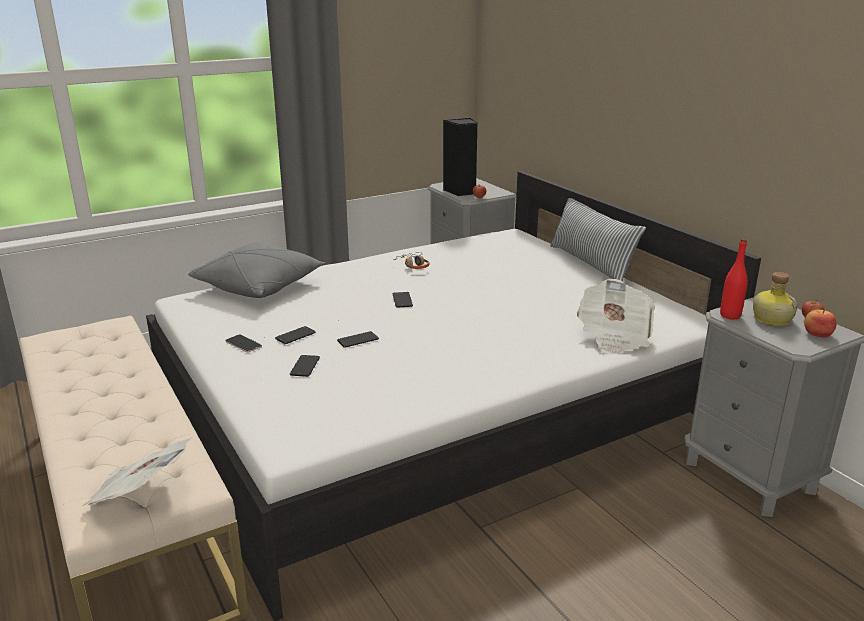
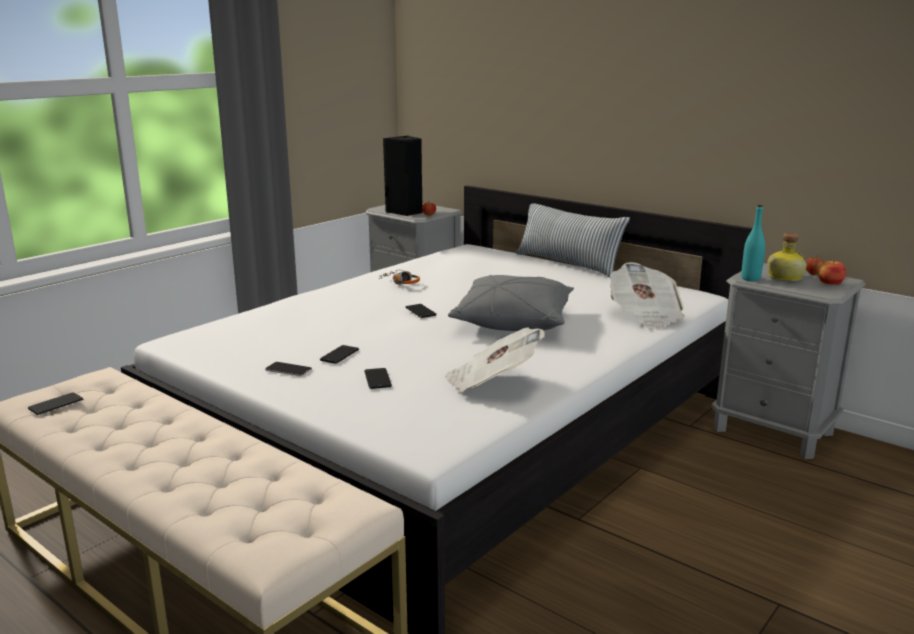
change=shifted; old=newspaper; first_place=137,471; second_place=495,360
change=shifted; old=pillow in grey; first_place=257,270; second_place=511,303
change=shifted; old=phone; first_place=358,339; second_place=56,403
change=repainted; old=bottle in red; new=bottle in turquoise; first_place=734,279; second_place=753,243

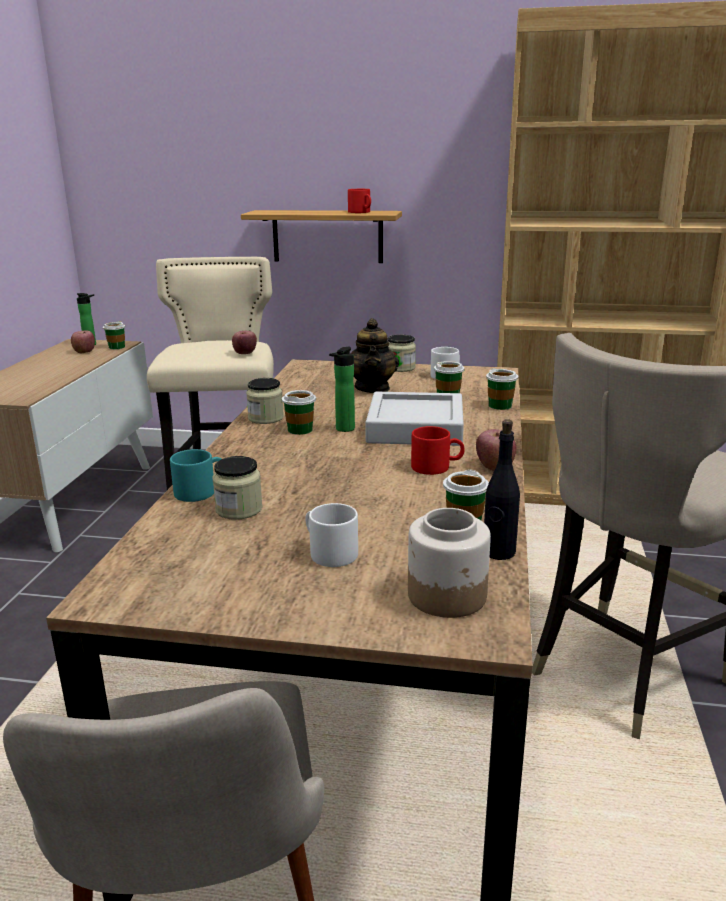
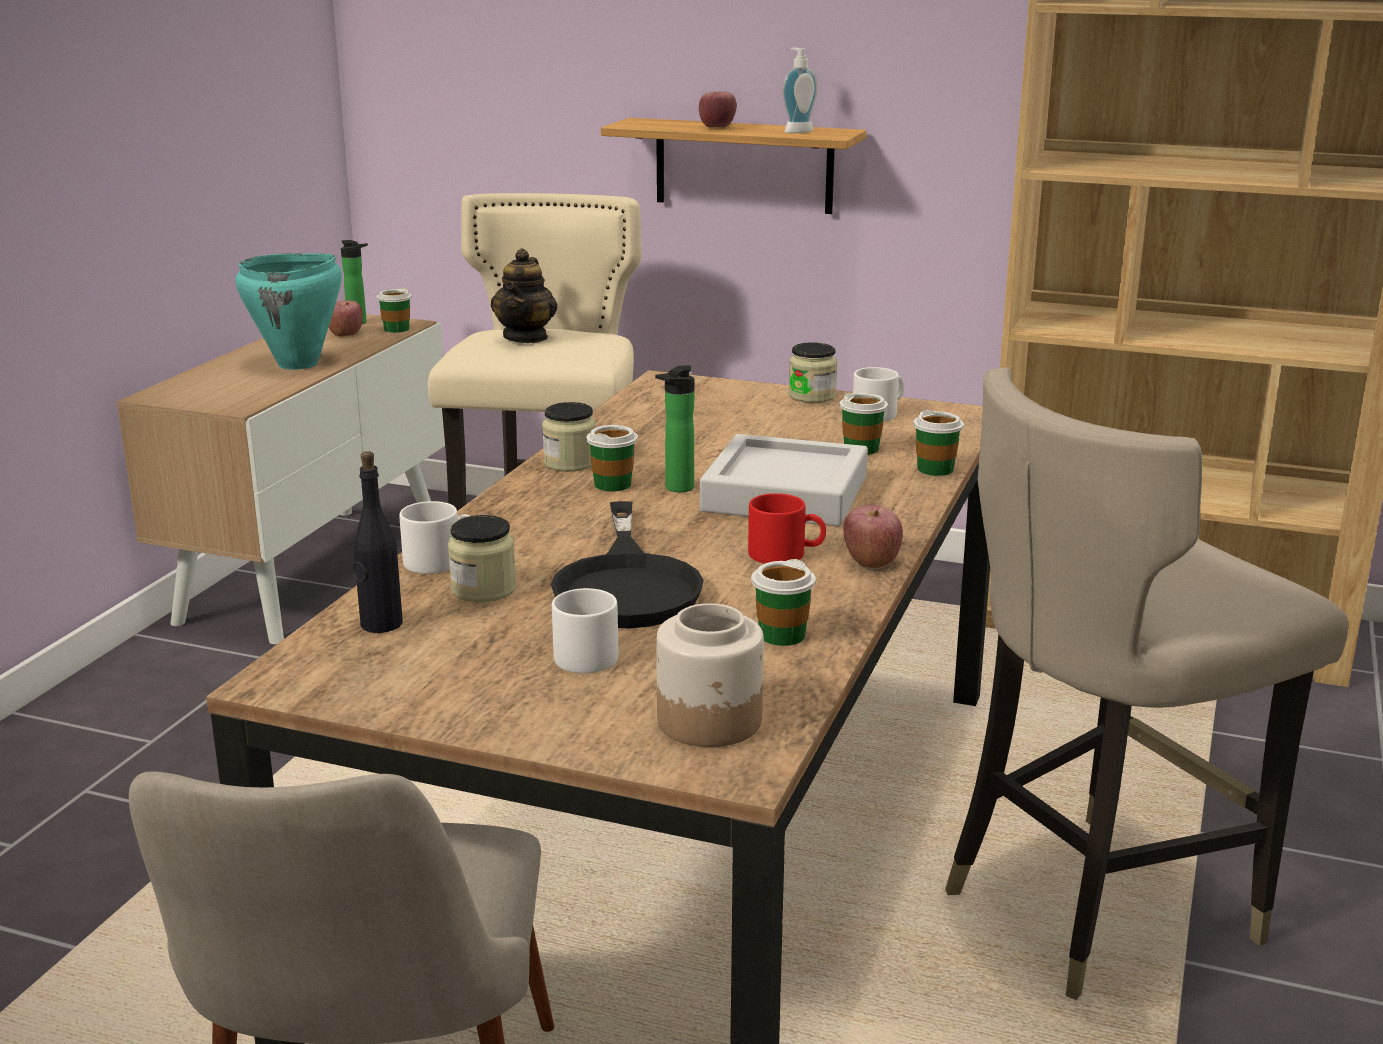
change=repainted; old=mug in turquoise; new=mug in white; first_place=196,475; second_place=434,537
change=shifted; old=apple; first_place=244,342; second_place=718,109
change=swapped; old=mug in red; new=soap dispenser; first_place=359,201; second_place=800,90
change=shifted; old=teapot; first_place=375,355; second_place=524,295
change=shifted; old=bottle in black; first_place=502,489; second_place=378,542
change=new; new=cooking pot in turquoise; second_place=289,311
change=new; new=frying pan in black; second_place=627,565

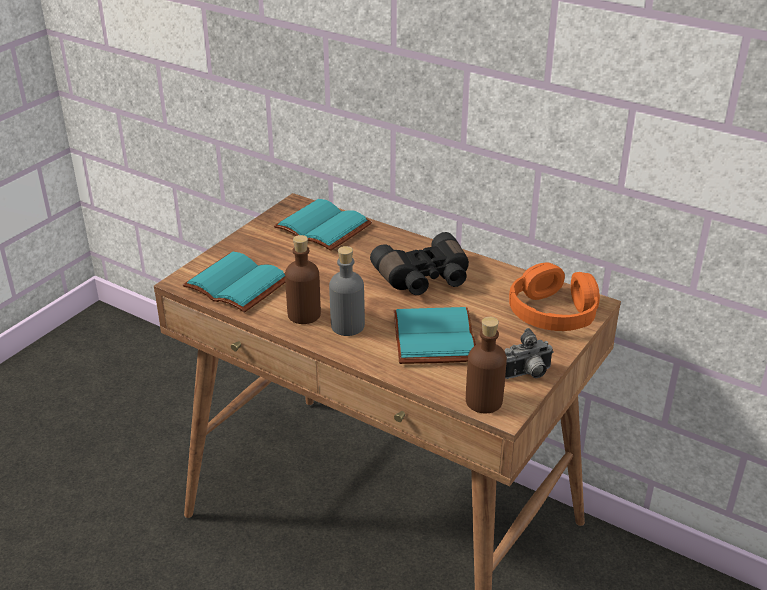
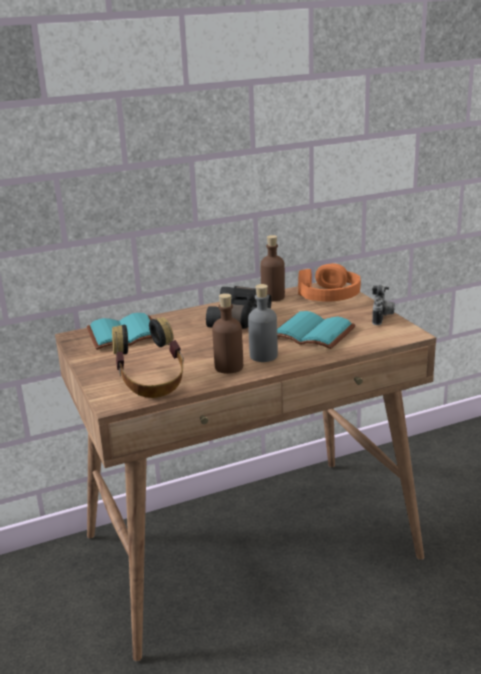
change=swapped; old=book in turquoise; new=headphones; first_place=234,282; second_place=148,357
change=shifted; old=bottle in brown; first_place=486,365; second_place=272,268

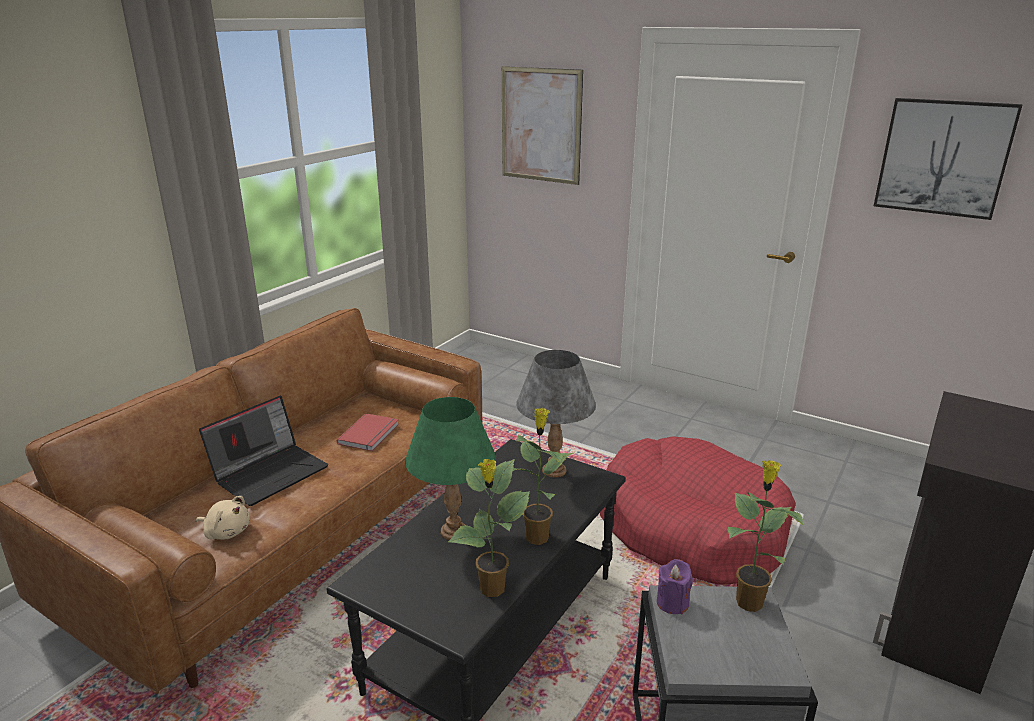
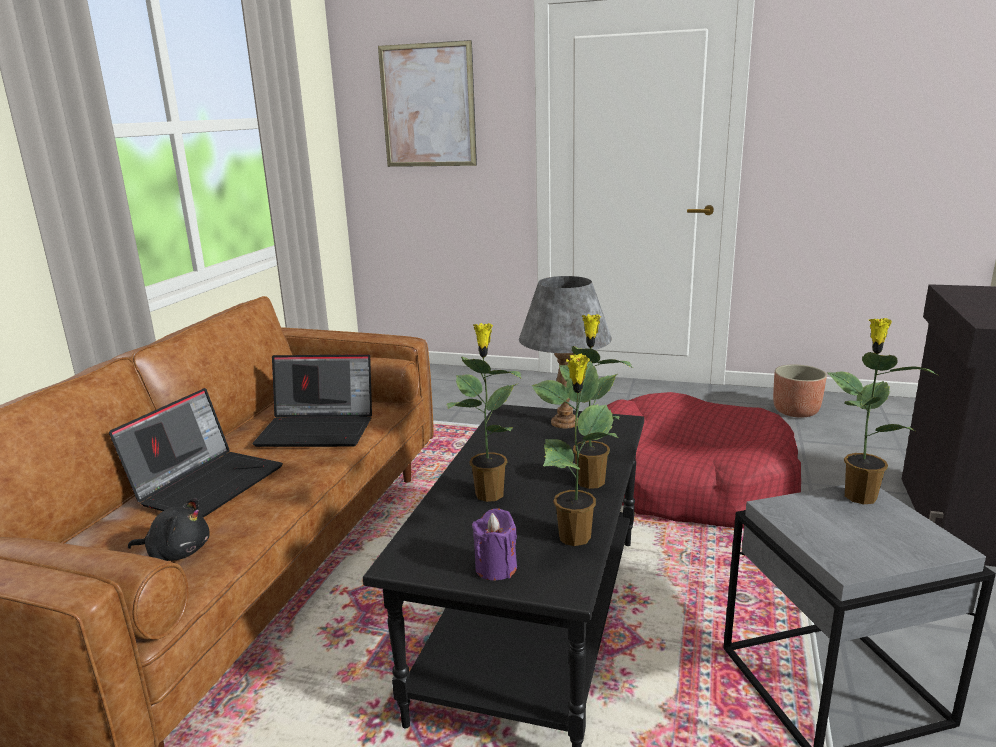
change=repainted; old=plush toy in beige; new=plush toy in black; first_place=223,518; second_place=169,529
change=swapped; old=book in red; new=laptop; first_place=368,432; second_place=312,400
change=swapped; old=table lamp in green; new=potted plant; first_place=450,468; second_place=484,412
change=shifted; old=candle in purple; first_place=675,587; second_place=494,544
change=gone; old=picture; first_place=948,159
change=new; new=planter; second_place=800,391

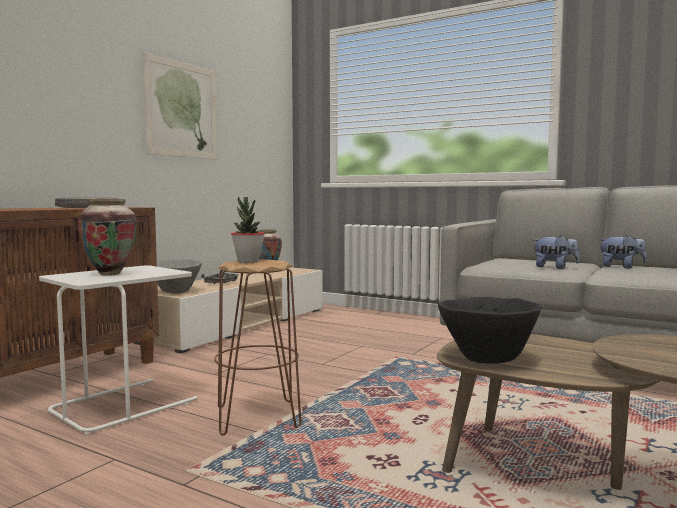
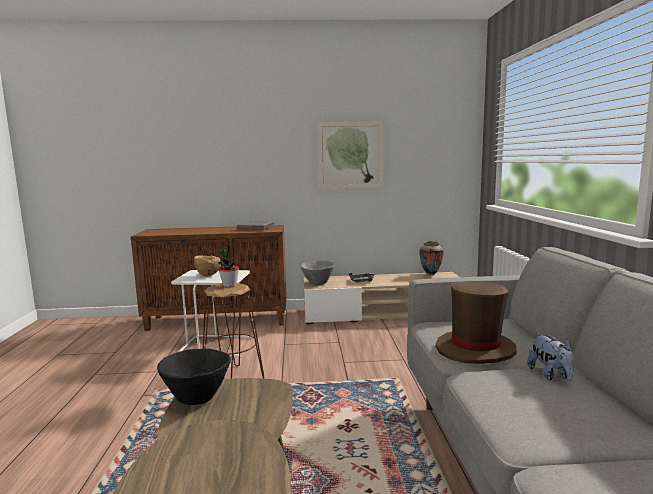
change=swapped; old=vase; new=bowl in brown; first_place=107,237; second_place=207,266
change=swapped; old=plush toy; new=hat in brown; first_place=556,252; second_place=476,322

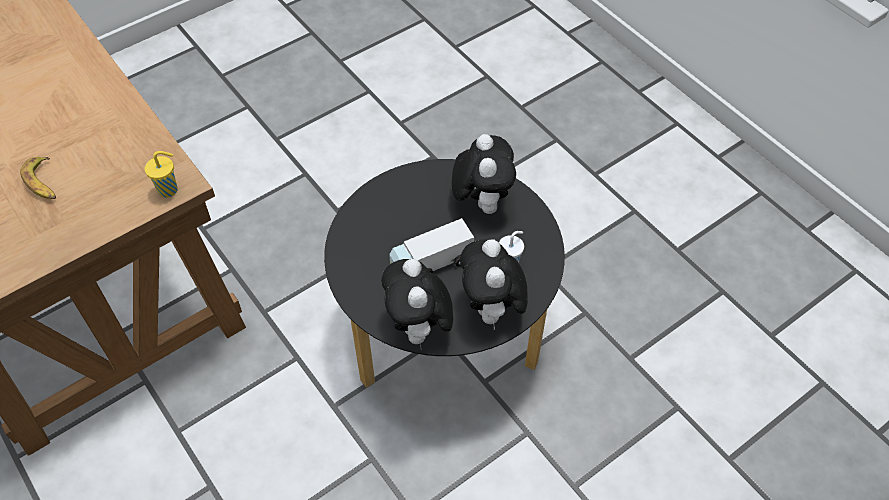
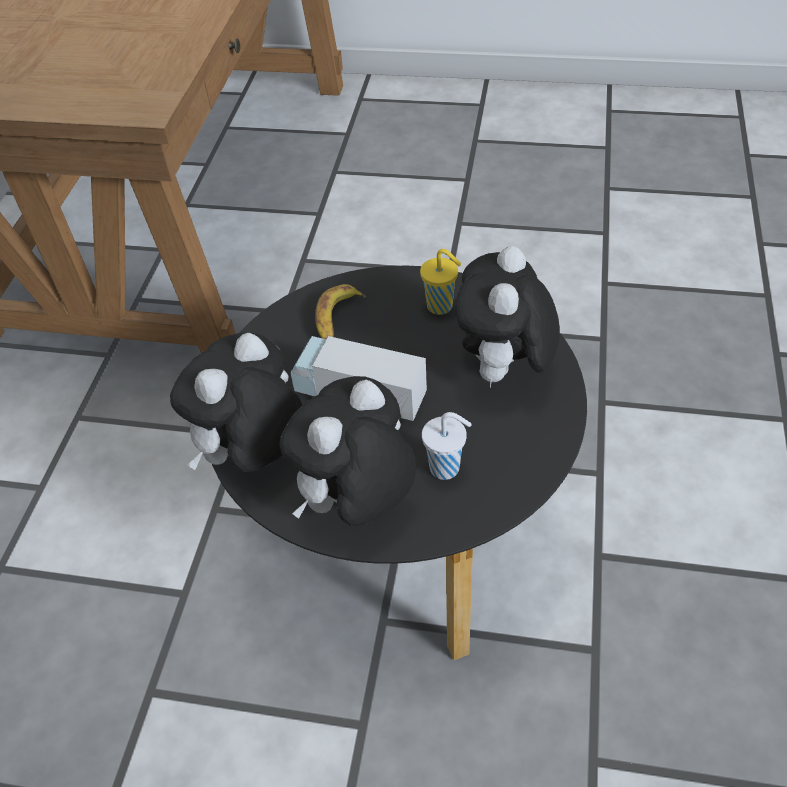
change=shifted; old=banana; first_place=38,178; second_place=340,311
change=shifted; old=cup in yellow; first_place=161,174; second_place=440,282
change=rotated; old=plush toy; first_place=484,174; second_place=507,317; degrees=150

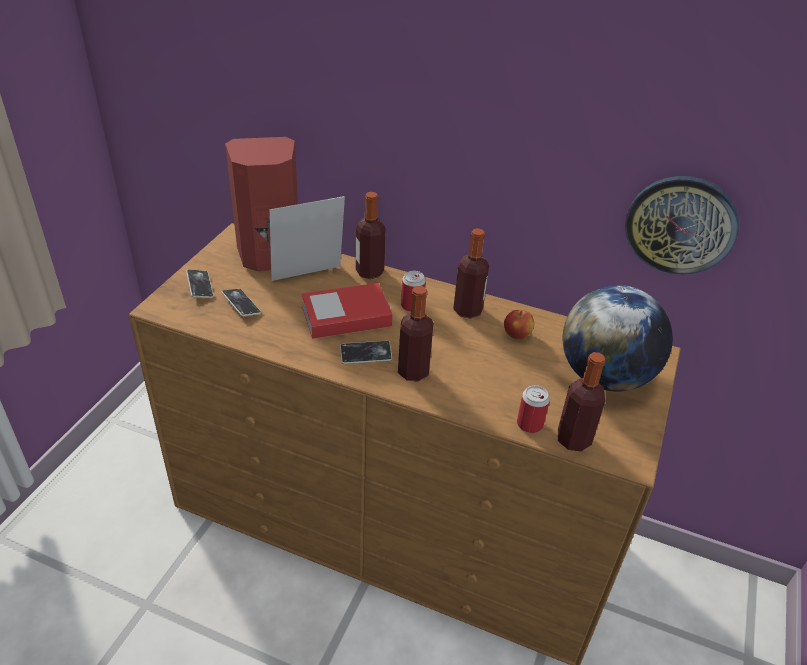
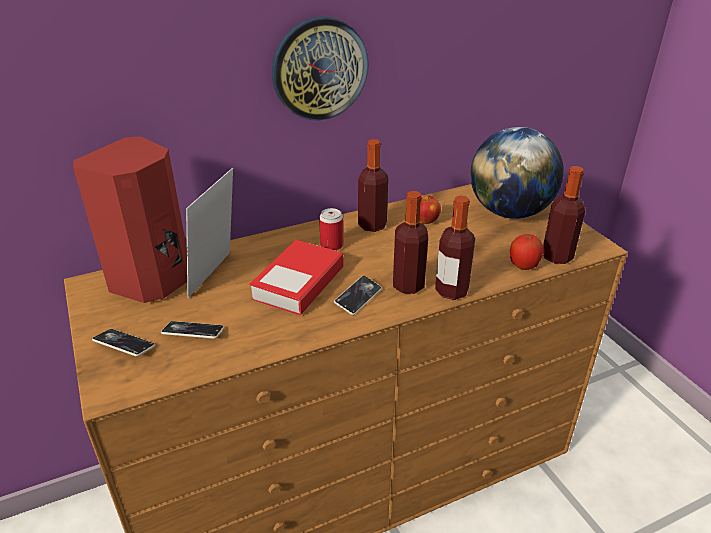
change=shifted; old=bottle; first_place=371,235; second_place=455,247
change=swapped; old=can; new=apple; first_place=533,409; second_place=526,252
change=shifted; old=wall clock; first_place=682,225; second_place=320,68

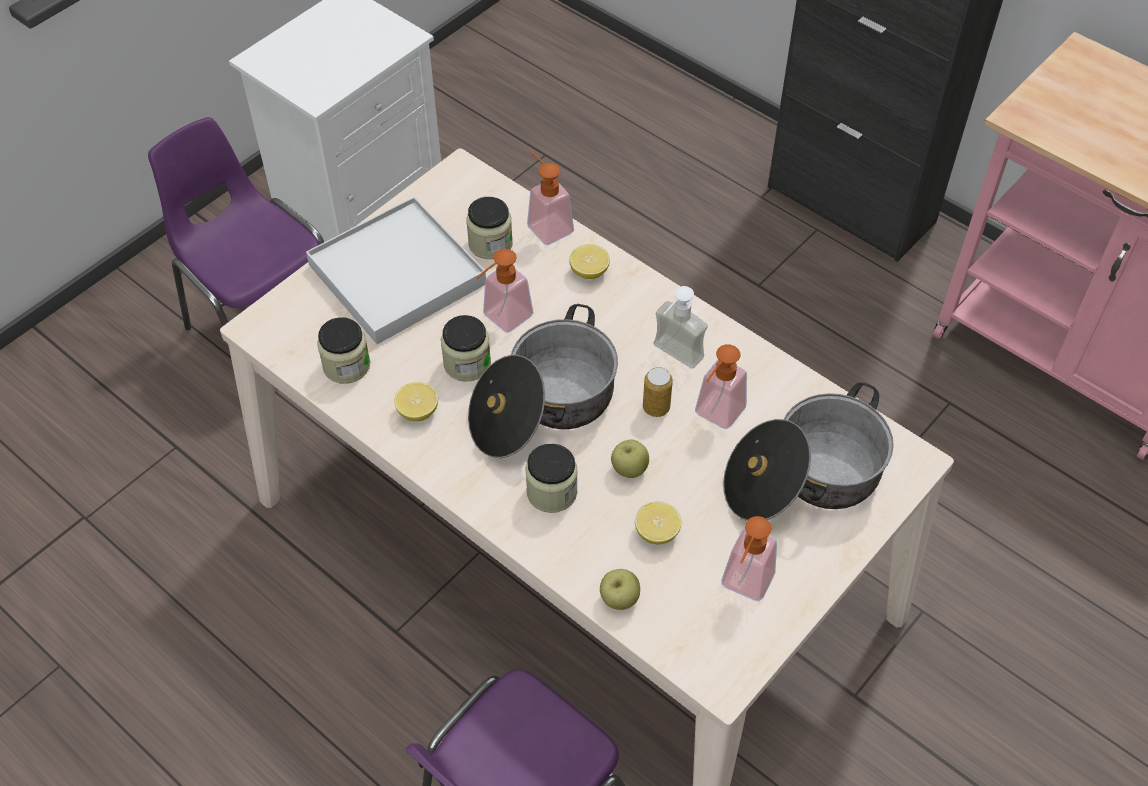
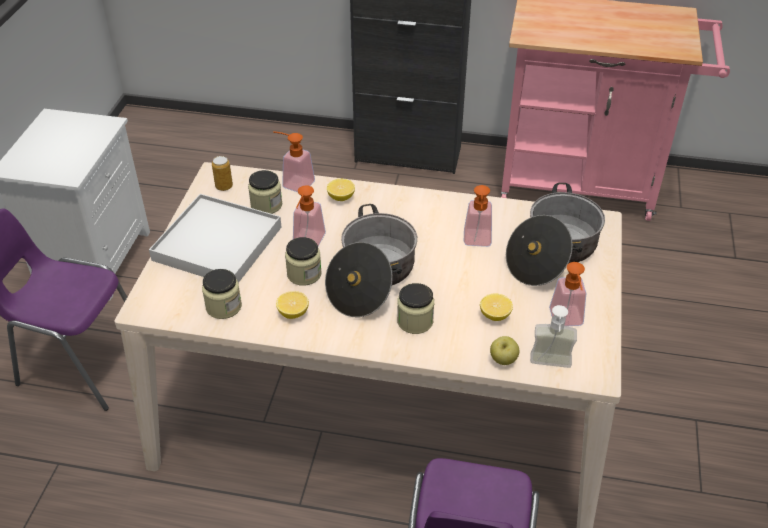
change=gone; old=apple; first_place=630,459
change=shifted; old=can; first_place=658,392; second_place=222,173
change=shifted; old=soap dispenser; first_place=680,327; second_place=553,336

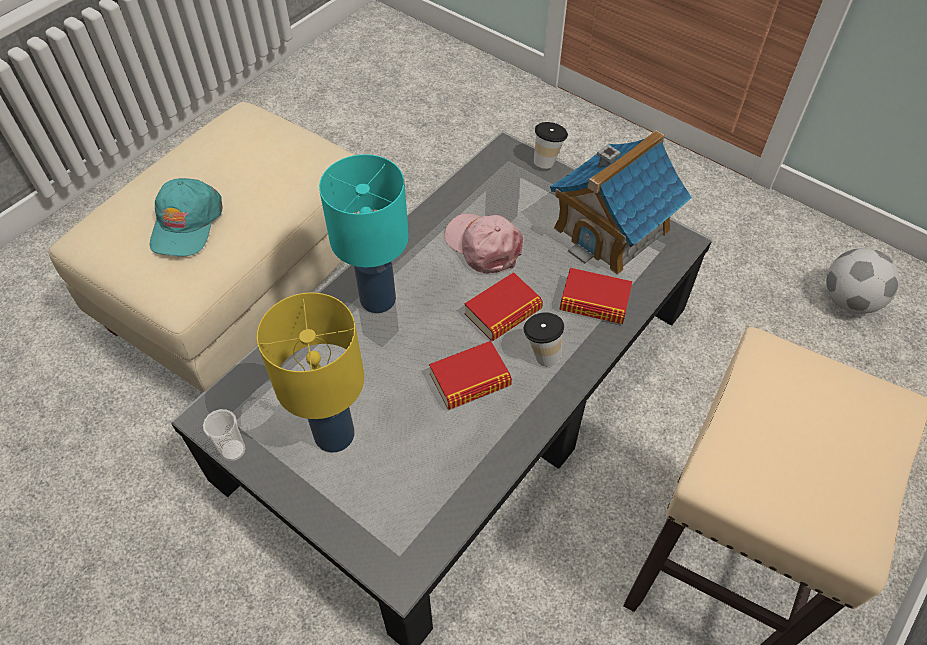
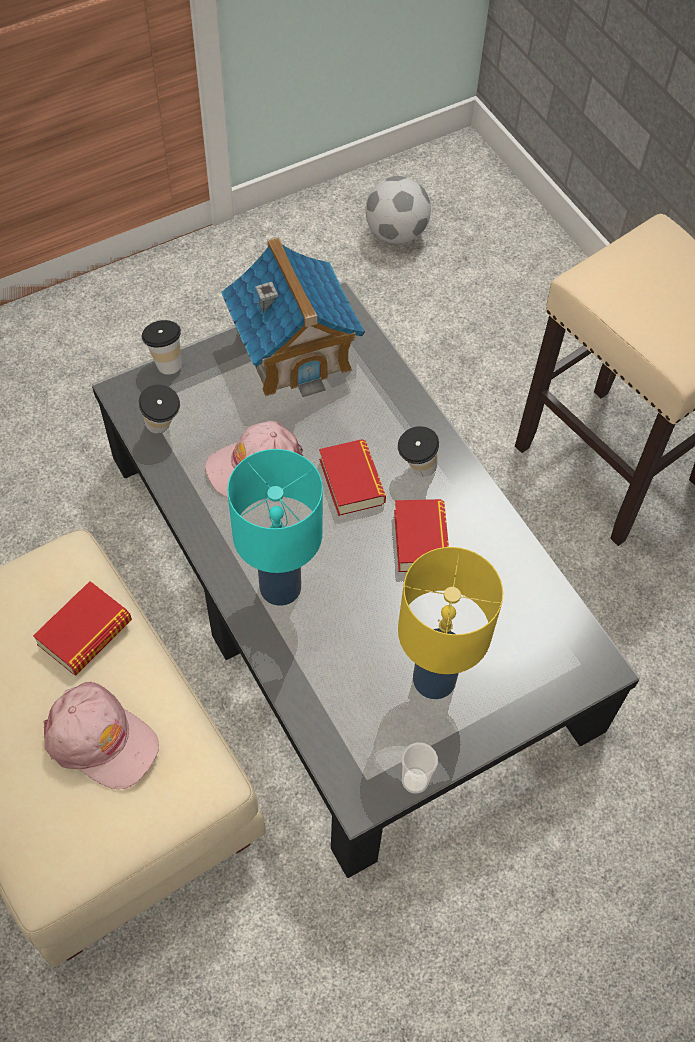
change=repainted; old=cap in turquoise; new=cap in pink; first_place=186,217; second_place=101,735
change=shifted; old=book; first_place=595,296; second_place=82,628
change=new; new=cup; second_place=159,409

